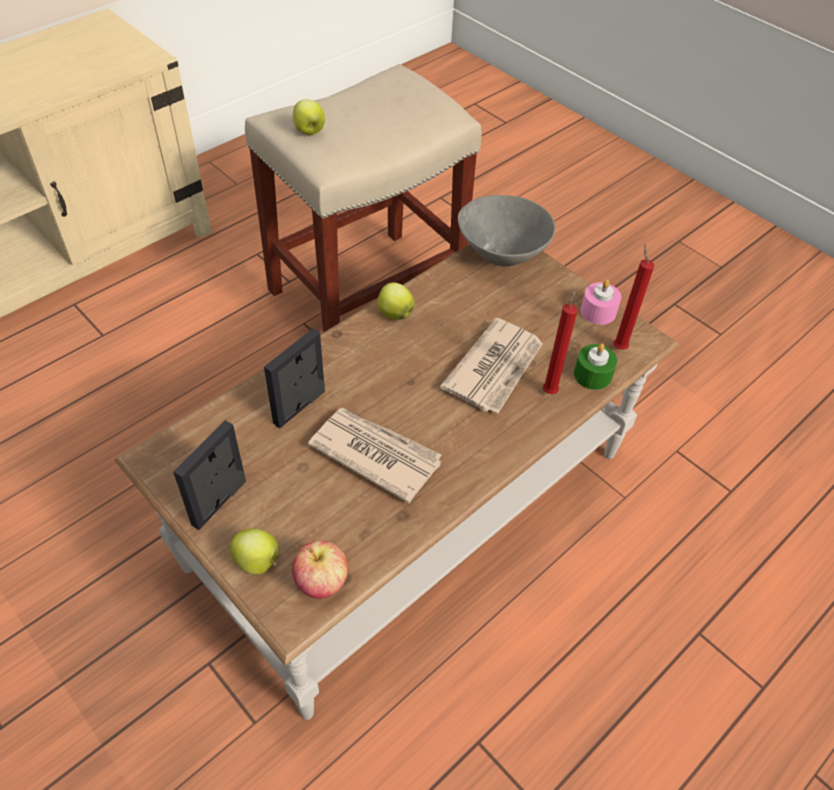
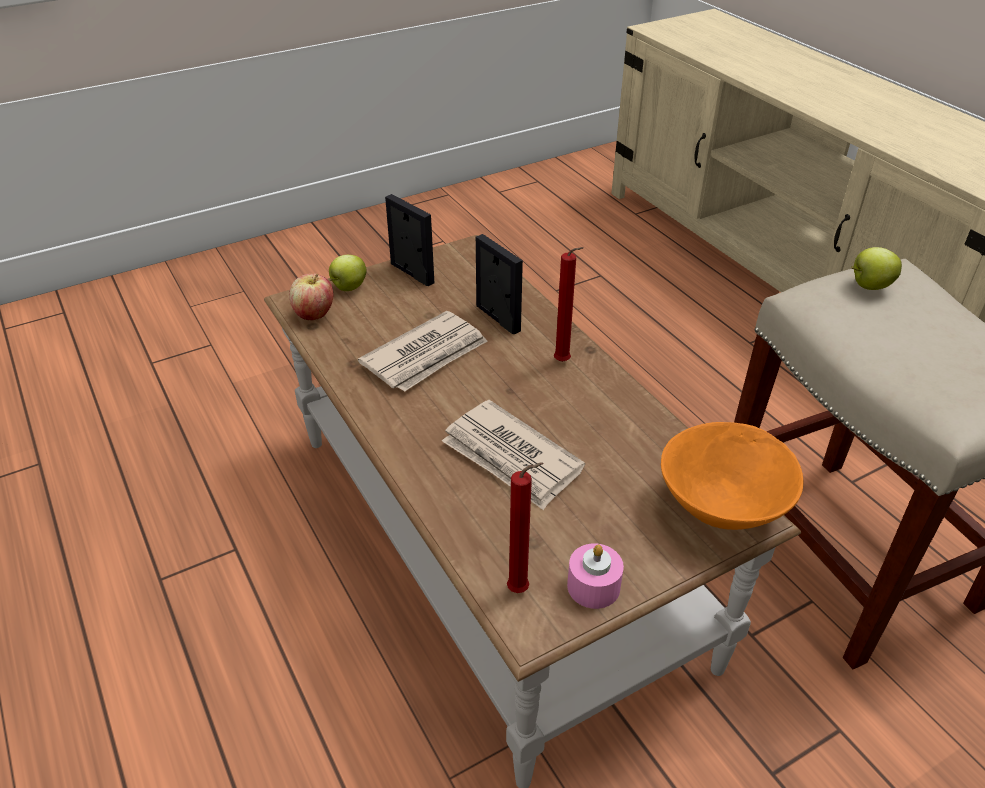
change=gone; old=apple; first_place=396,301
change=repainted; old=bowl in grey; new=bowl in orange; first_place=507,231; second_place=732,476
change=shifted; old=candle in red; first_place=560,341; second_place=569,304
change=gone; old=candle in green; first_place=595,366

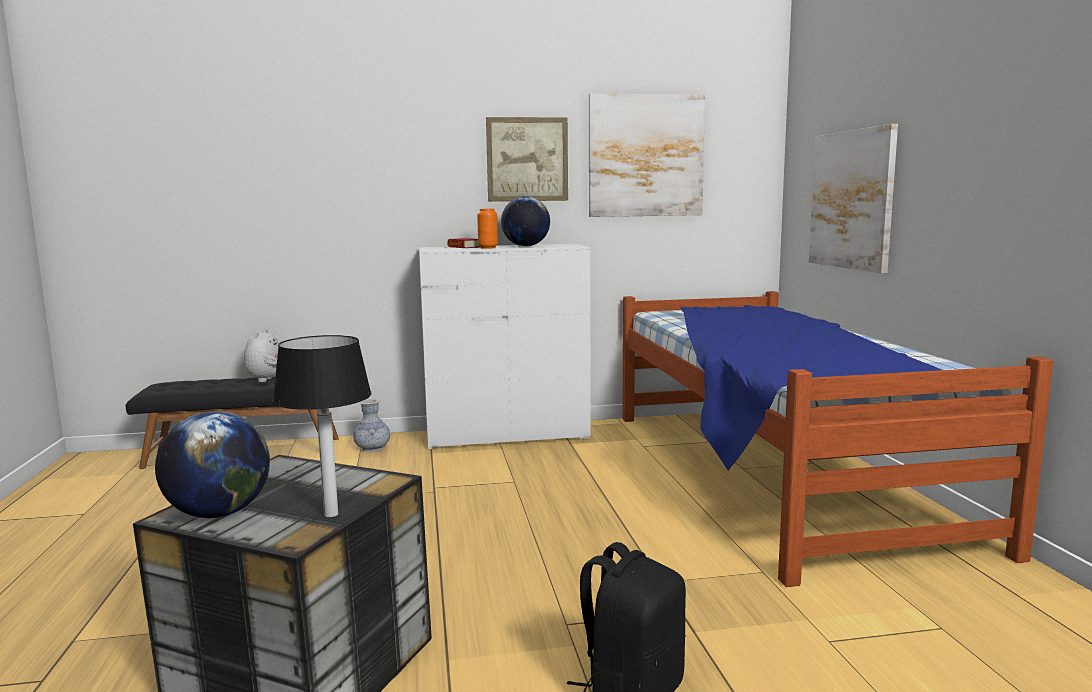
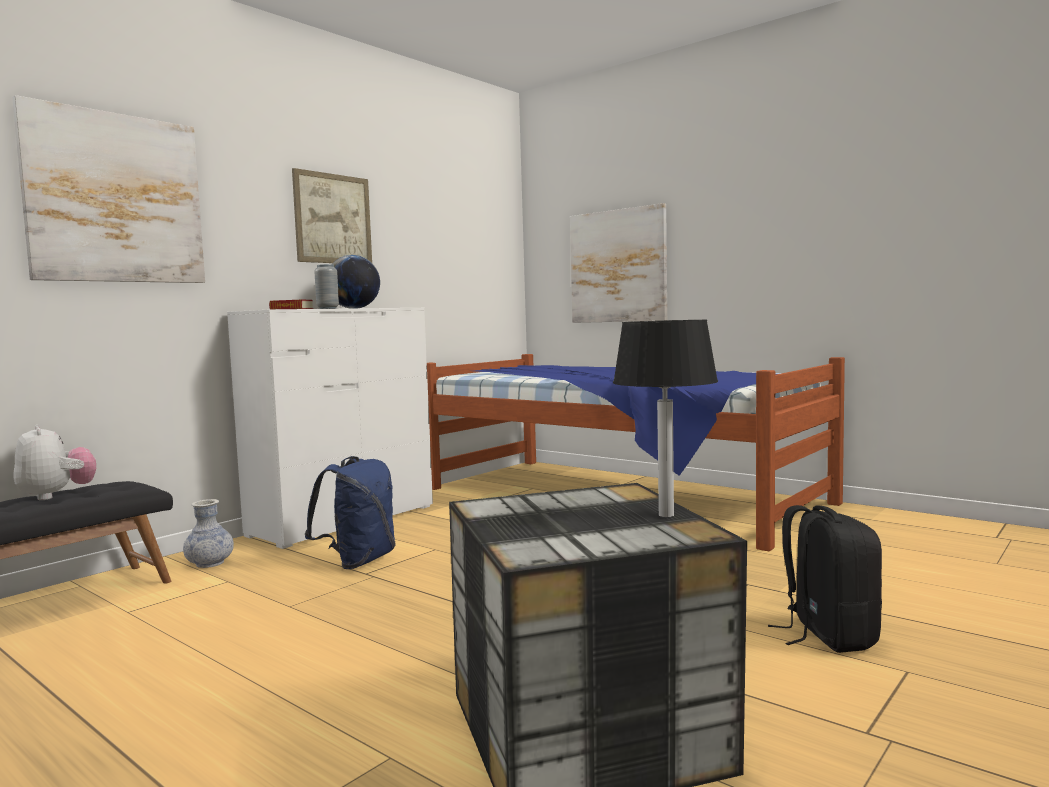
change=gone; old=globe; first_place=212,464
change=repainted; old=vase in orange; new=vase in grey; first_place=487,229; second_place=326,286
change=shifted; old=picture; first_place=647,155; second_place=108,189
change=new; new=backpack in blue; second_place=350,512

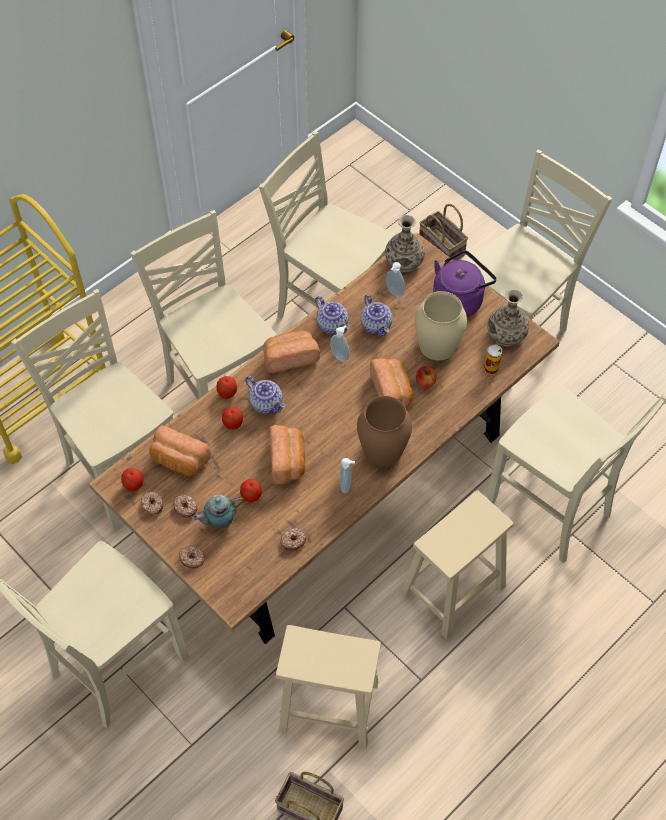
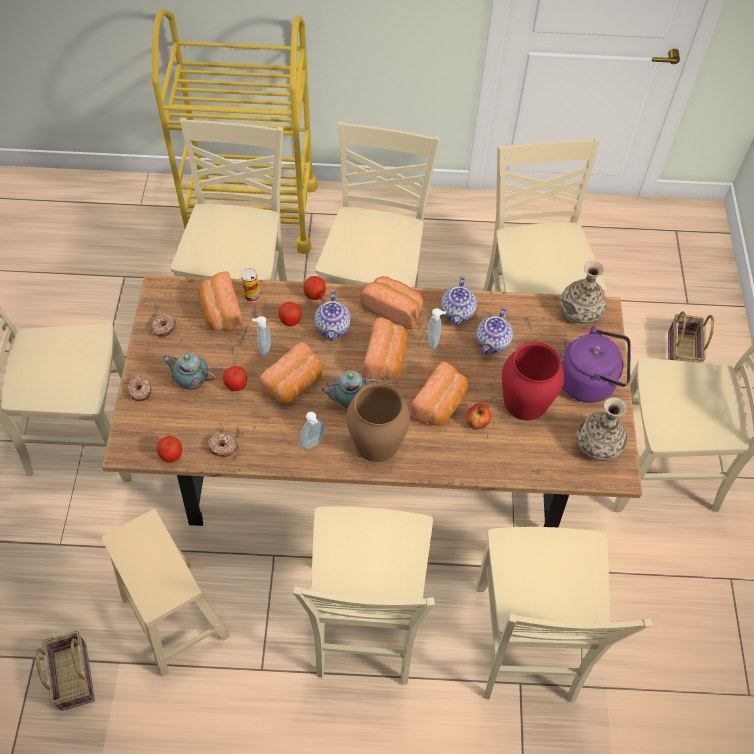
change=shifted; old=apple; first_place=132,479; second_place=169,449
change=gone; old=donut; first_place=185,506
change=shifted; old=soap dispenser; first_place=395,279; second_place=261,336
change=swapped; old=stool in beige; new=chair in beige; first_place=457,564; second_place=364,595
change=repainted; old=vase in beige; new=vase in red; first_place=441,325; second_place=533,381
change=shifted; old=can; first_place=493,359; second_place=250,285
change=new; new=teapot; second_place=349,389
change=new; new=bread; second_place=386,348

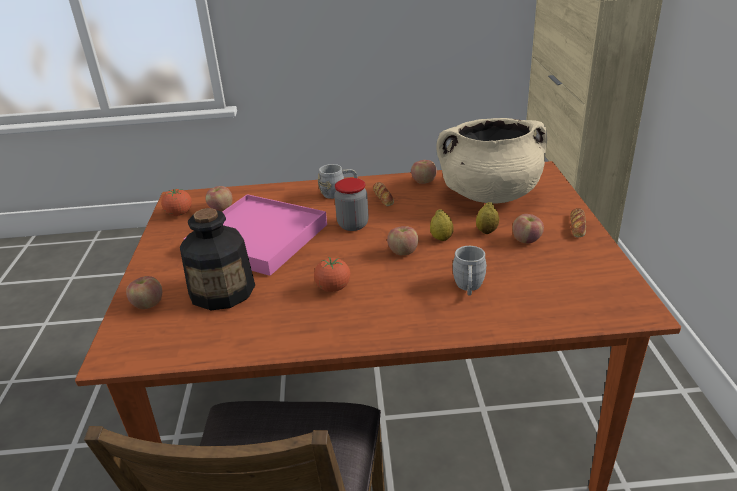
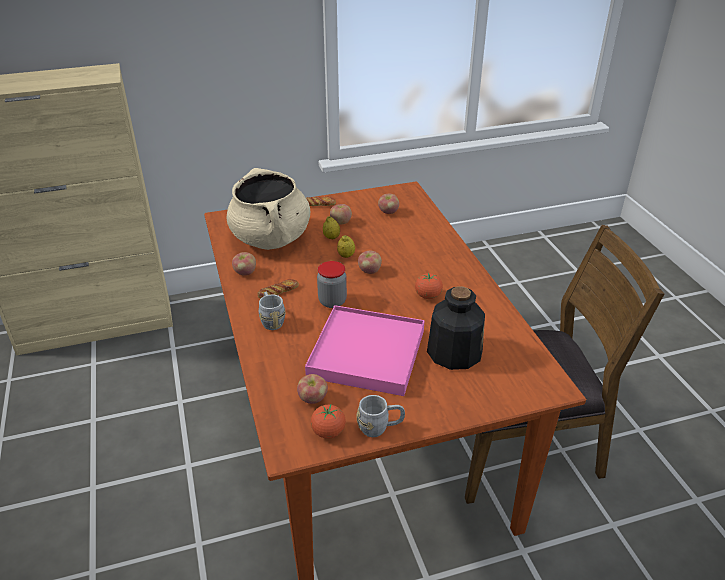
change=shifted; old=apple; first_place=144,292; second_place=388,204
change=shifted; old=mug in grey; first_place=469,271; second_place=380,416

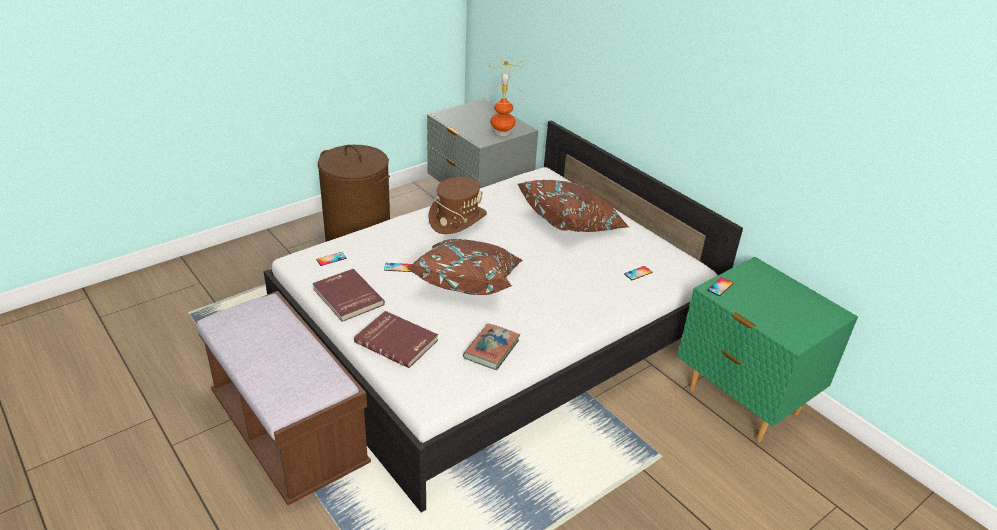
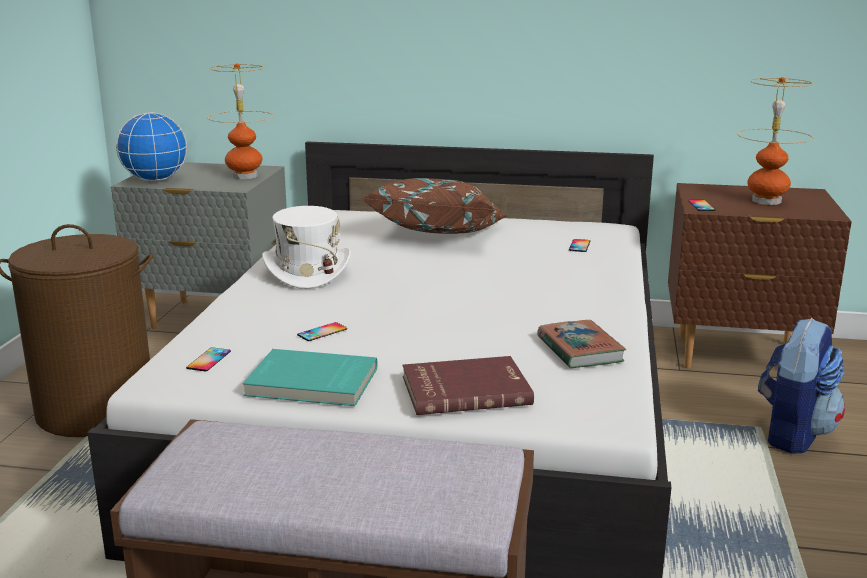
change=repainted; old=book in red; new=book in turquoise; first_place=348,295; second_place=310,377
change=gone; old=pillow in brown; first_place=465,267
change=repainted; old=hat in brown; new=hat in white; first_place=457,205; second_place=306,247
change=repainted; old=nightstand in green; new=nightstand in brown; first_place=767,349; second_place=760,275
change=new; new=globe; second_place=151,146
change=new; new=table lamp; second_place=775,141
change=new; new=backpack; second_place=801,386

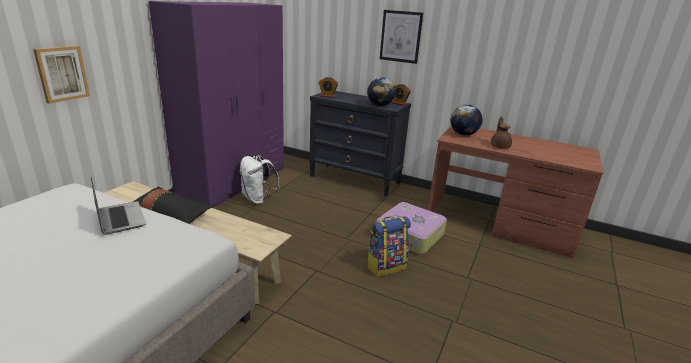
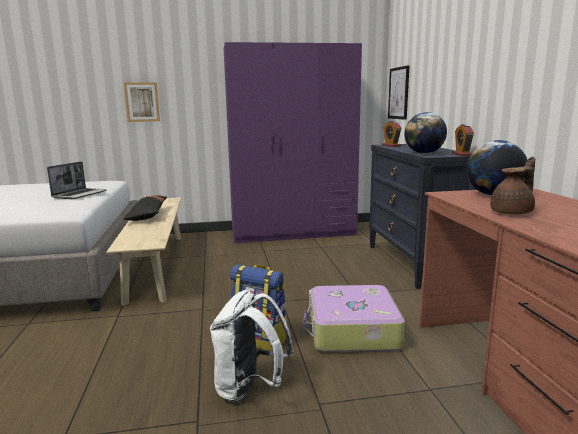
change=shifted; old=backpack in white; first_place=260,180; second_place=251,346
change=shifted; old=picture; first_place=401,37; second_place=398,92

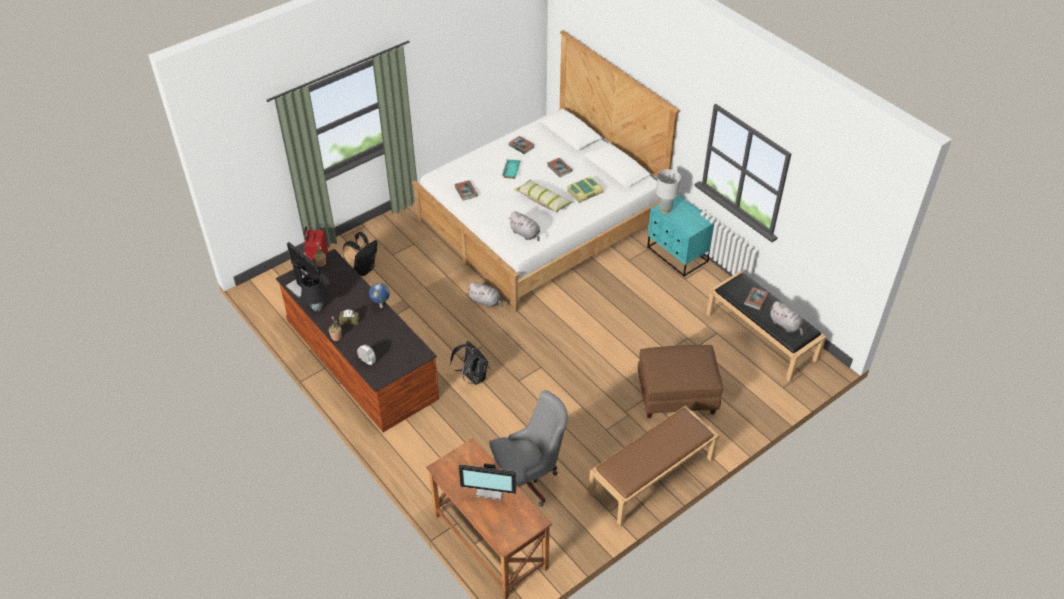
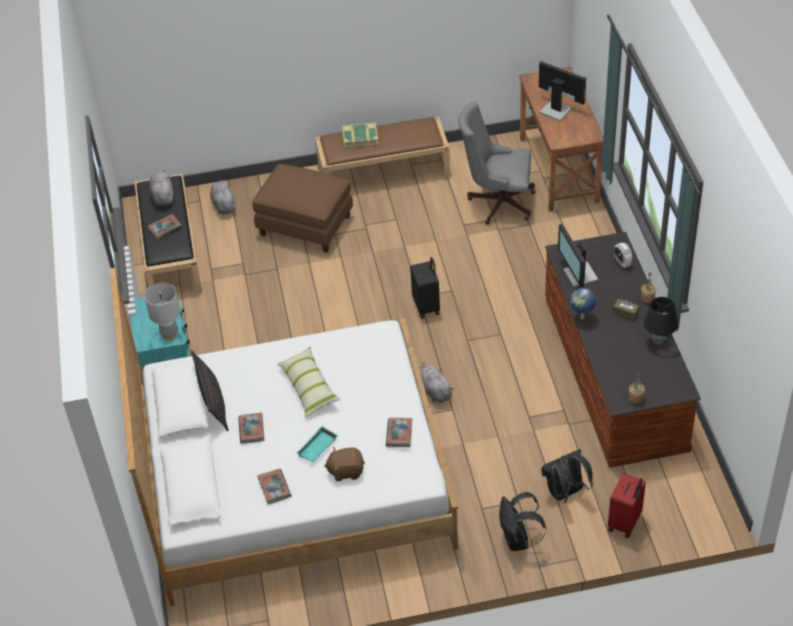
change=shifted; old=monitor; first_place=303,269; second_place=578,256
change=shifted; old=backpack in black; first_place=470,363; second_place=522,521
change=shifted; old=plush toy in grey; first_place=524,226; second_place=222,197
change=shifted; old=book; first_place=585,189; second_place=360,135
change=new; new=pillow; second_place=210,390
change=new; new=plush toy in brown; second_place=344,464
change=new; new=suitcase in black; second_place=425,288

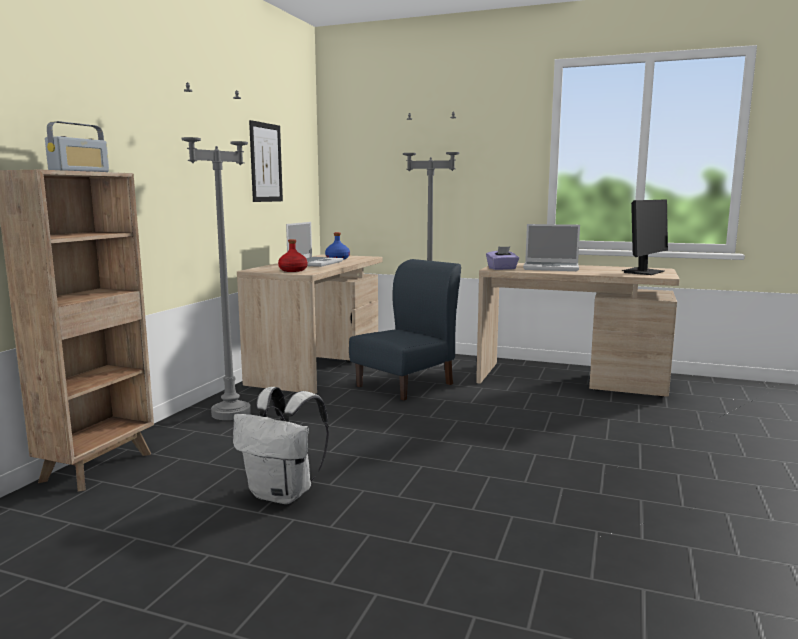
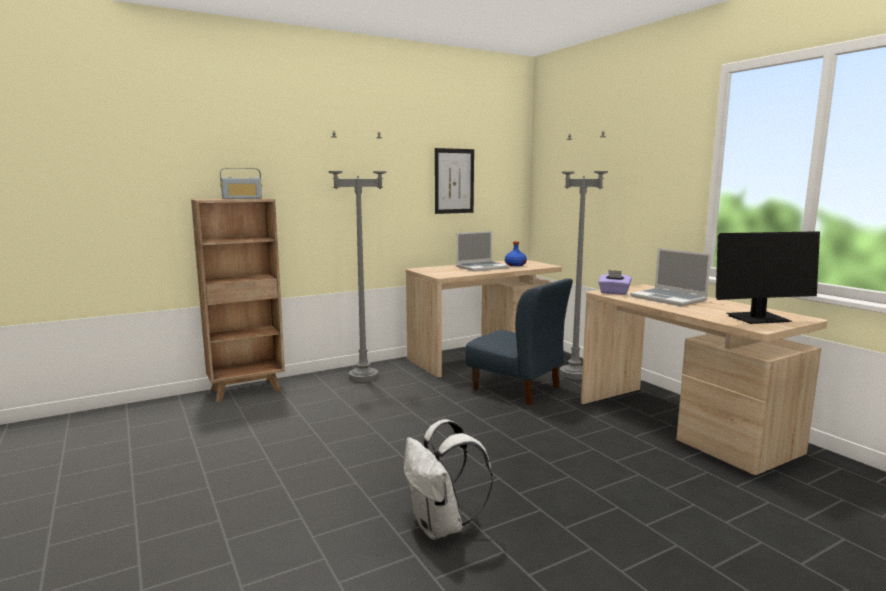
change=shifted; old=backpack in white; first_place=281,445; second_place=448,479
change=gone; old=bottle in red; first_place=293,255
change=rotated; old=chair in blue; first_place=405,329; second_place=519,341; degrees=45

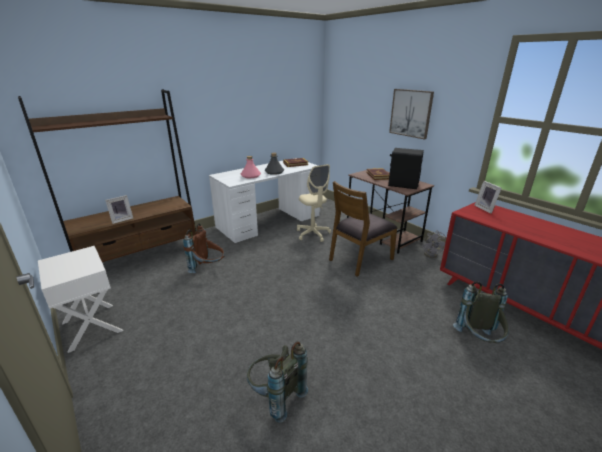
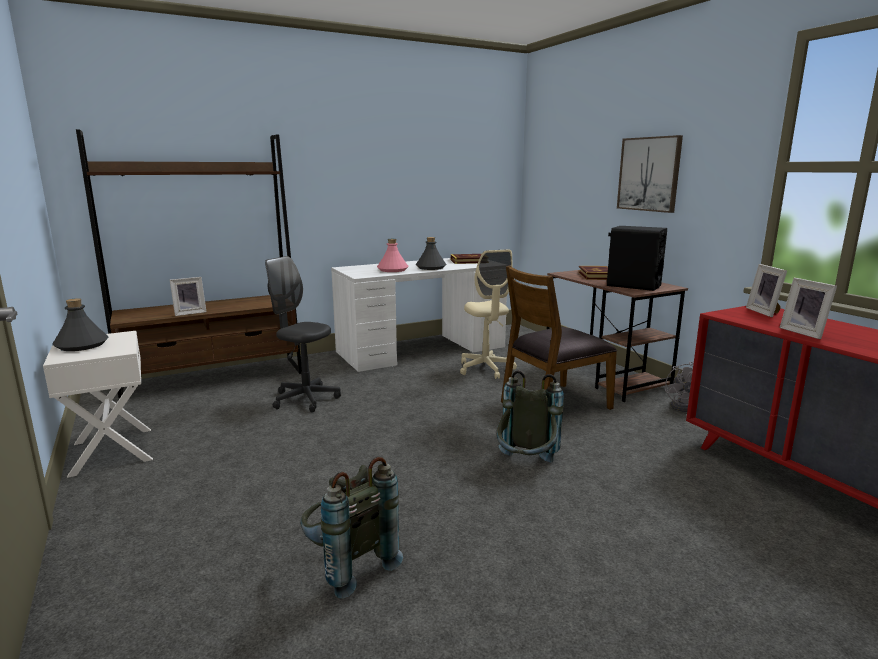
change=swapped; old=backpack in brown; new=office chair in grey; first_place=204,248; second_place=303,334
change=shifted; old=backpack in grey; first_place=481,312; second_place=530,416
change=new; new=bottle in grey; second_place=80,324
change=new; new=picture frame; second_place=808,308

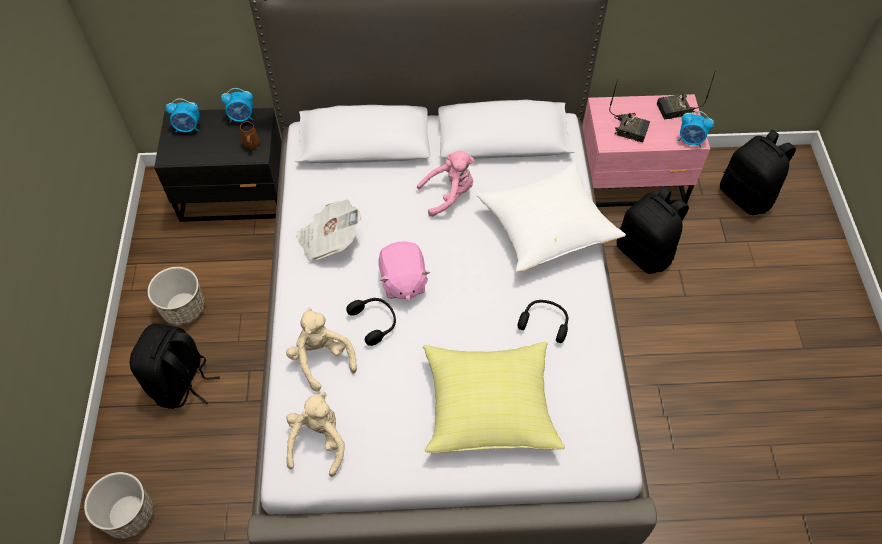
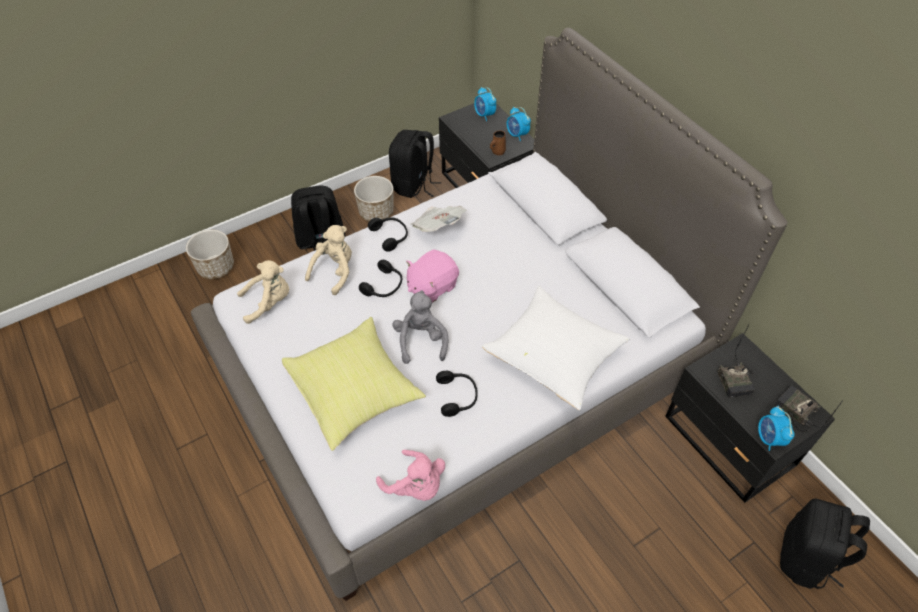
change=shifted; old=plush toy in pink; first_place=445,184; second_place=410,475
change=repainted; old=nightstand in pink; new=nightstand in black; first_place=646,150; second_place=750,418
change=shifted; old=backpack in black; first_place=653,230; second_place=415,164
change=new; new=headphones in black; second_place=388,234
change=new; new=plush toy in grey; second_place=420,327

